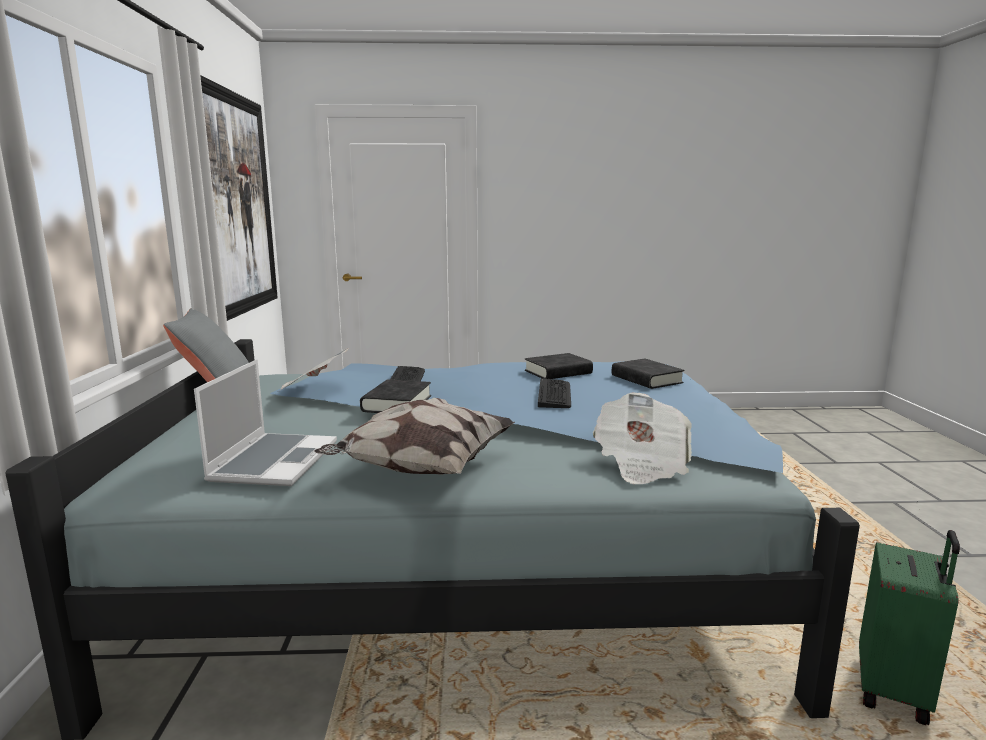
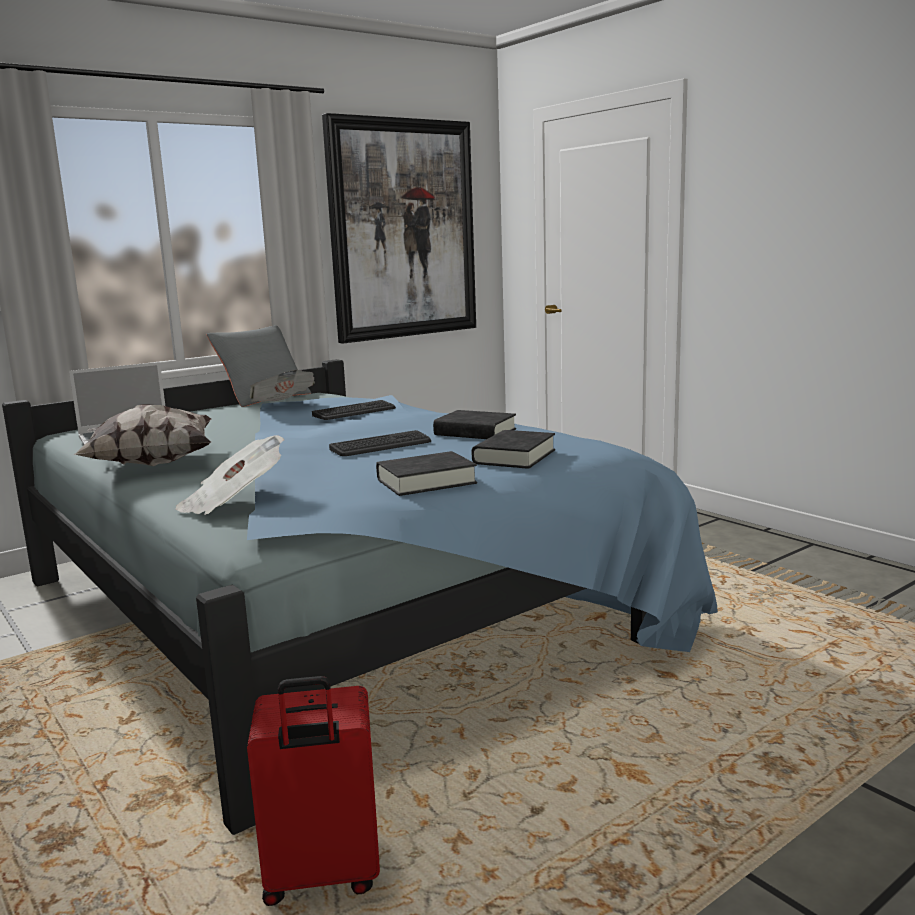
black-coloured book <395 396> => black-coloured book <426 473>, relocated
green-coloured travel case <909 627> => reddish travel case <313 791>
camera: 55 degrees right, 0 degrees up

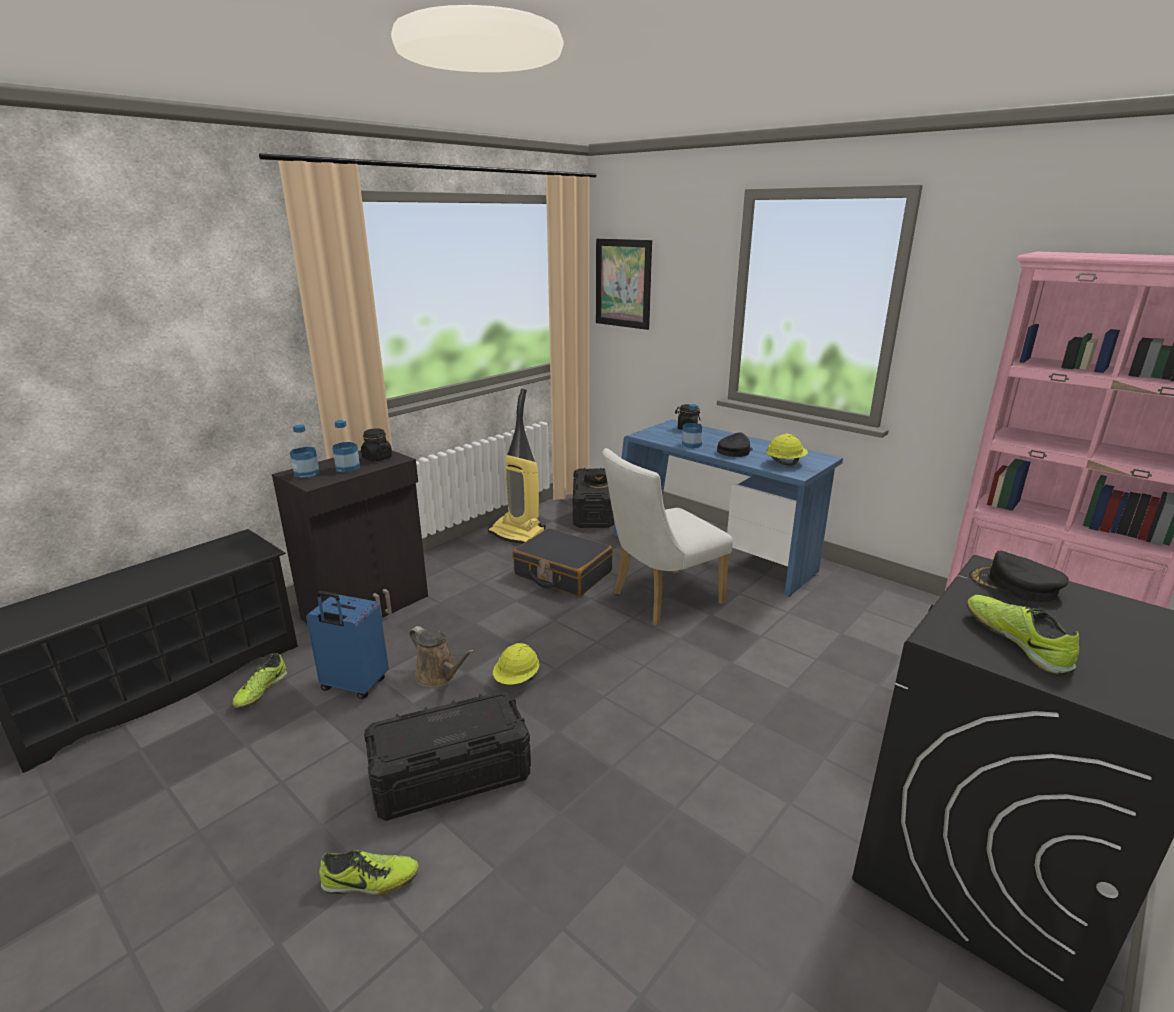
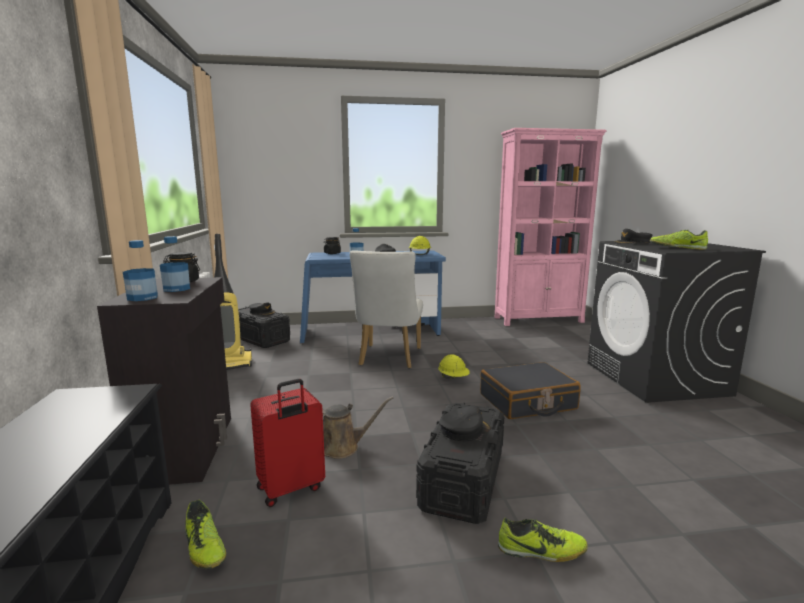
bluish travel case <347 645> => reddish travel case <287 443>
item of footwear <369 872> => item of footwear <543 540>, 60 degrees clockwise
yellowish safety helmet <516 664> => yellowish safety helmet <454 366>, relocated
black-coloured travel case <562 562> => black-coloured travel case <530 390>, relocated
picture <624 284> => nothing
nothing => black-coloured baseball cap <465 423>
camera: 50 degrees left, 10 degrees down

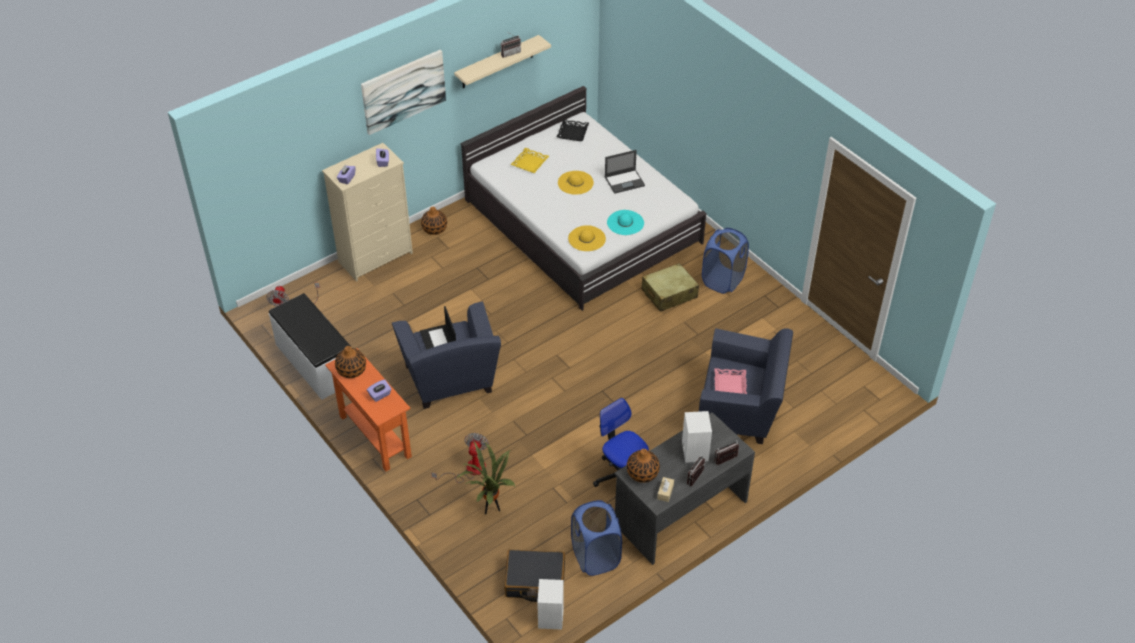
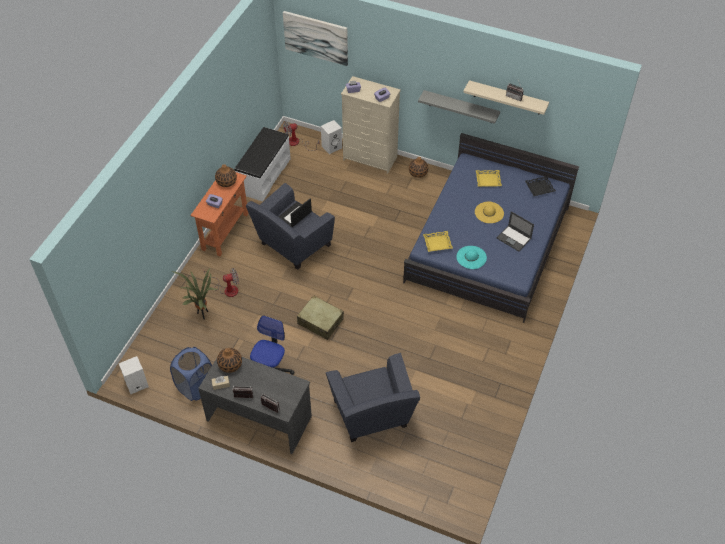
picture <403 92> => picture <315 38>, relocated
white sleeping bed <584 198> => bluish sleeping bed <491 228>
black-coloured travel case <535 575> => nothing
yellowish wearable hat <587 238> => yellowish tray <438 241>
beige-coloured travel case <670 287> => beige-coloured travel case <320 317>, relocated
white loudspeaker <697 437> => white loudspeaker <331 137>, relocated
bluish hamper <725 261> => nothing
pink tray <730 381> => nothing
nothing => greyish shelf <459 107>
camera: 60 degrees right, 5 degrees up

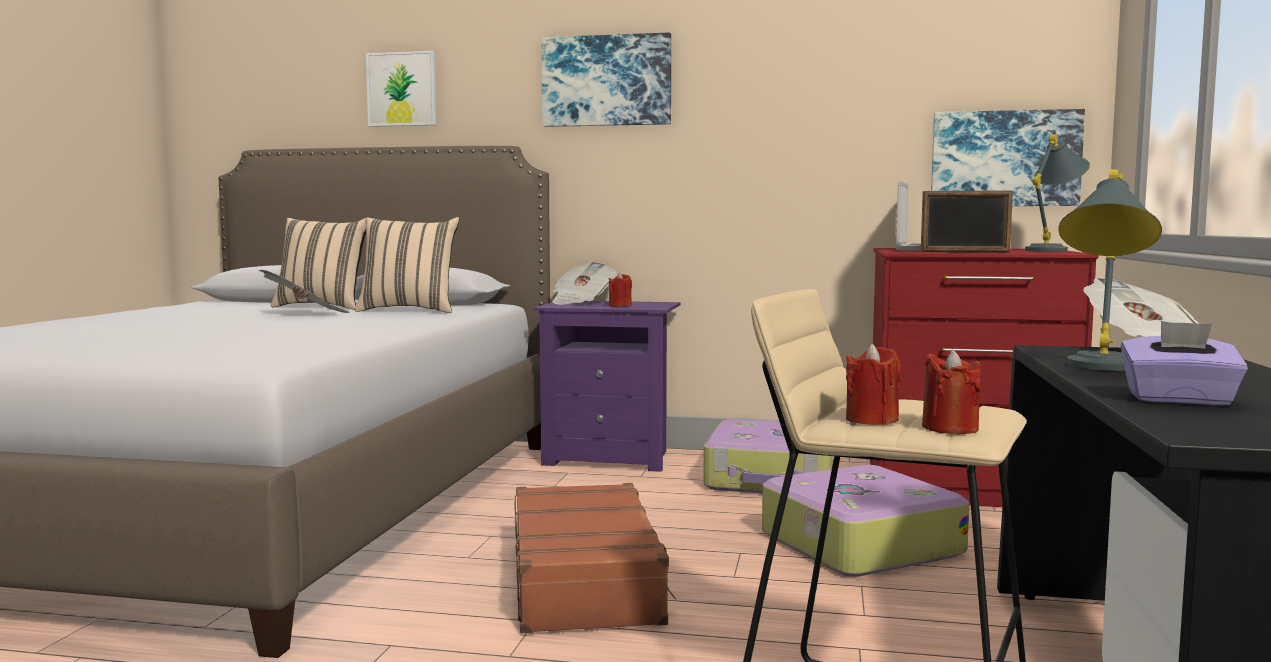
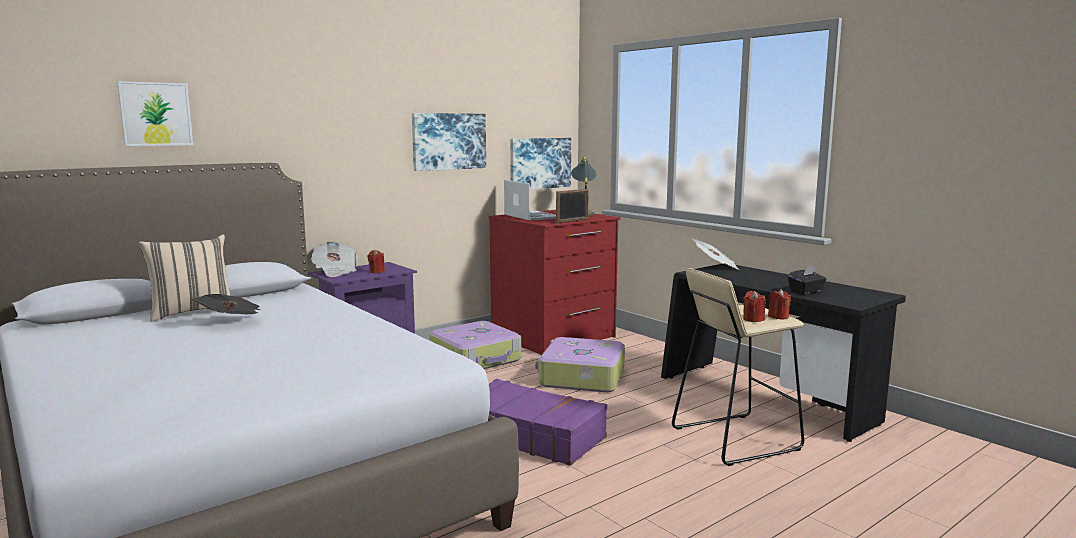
beige-coloured throw pillow <406 265> => nothing
brown-coloured travel case <595 558> => purple travel case <548 422>
picture <606 79> => picture <449 142>, relocated
greyish tabletop lamp <1110 270> => nothing
purple box of tissues <1184 363> => black-coloured box of tissues <807 280>
camera: 50 degrees left, 5 degrees up

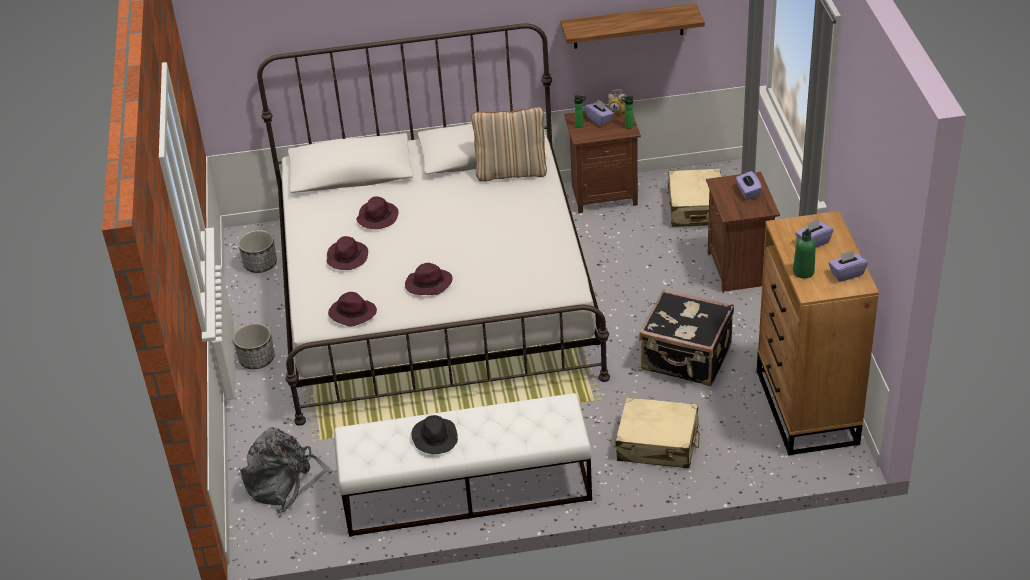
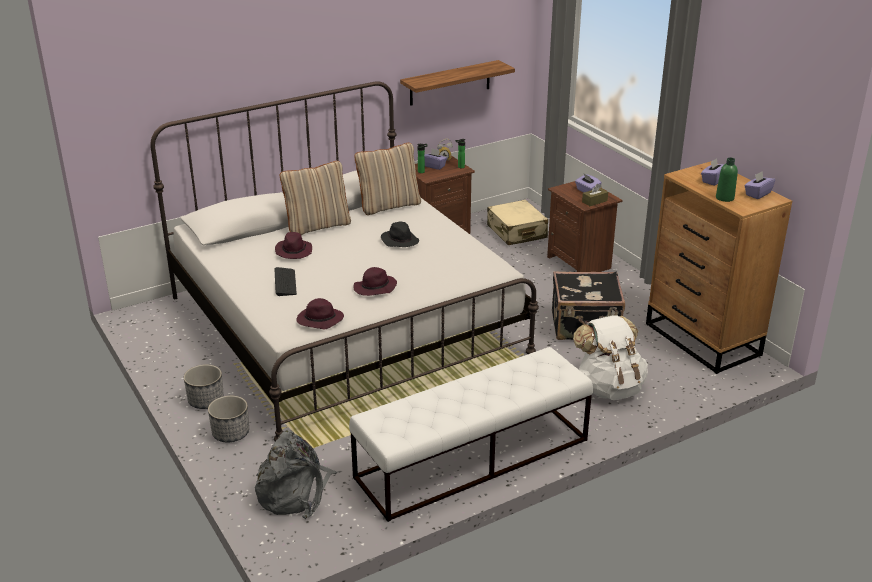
flower pot <257 251> => flower pot <228 418>, relocated
purple wearable hat <347 253> => PC keyboard <285 281>
black-coloured wearable hat <434 434> => black-coloured wearable hat <400 234>, relocated
beige-coloured travel case <657 432> => white rucksack <610 357>
nothing => beige-coloured throw pillow <315 198>
nothing => brown-coloured box of tissues <595 195>
camera: 25 degrees left, 10 degrees down

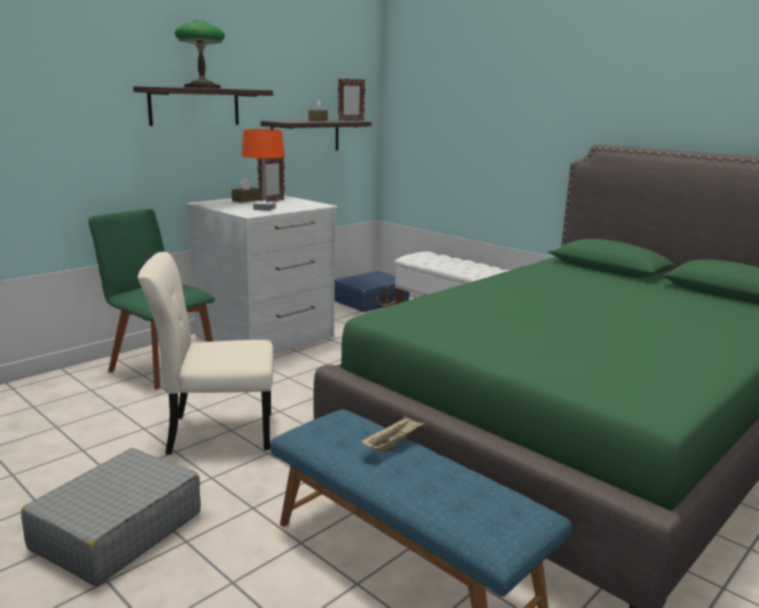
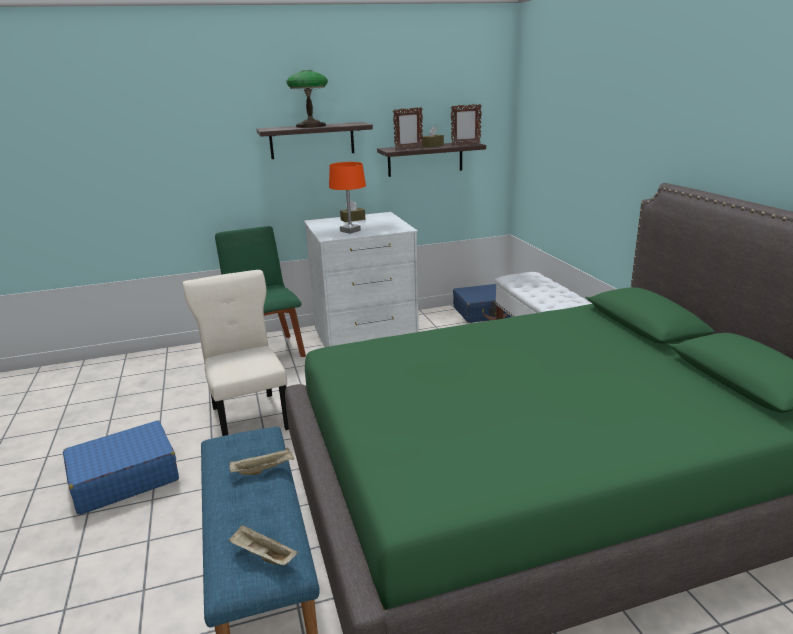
greyish travel case <111 517> => bluish travel case <121 468>
beige-coloured upright chair <206 353> => beige-coloured upright chair <236 353>, 45 degrees clockwise
picture frame <271 179> => picture frame <408 129>, relocated
nothing => beige-coloured tray <263 544>
camera: 30 degrees right, 5 degrees up

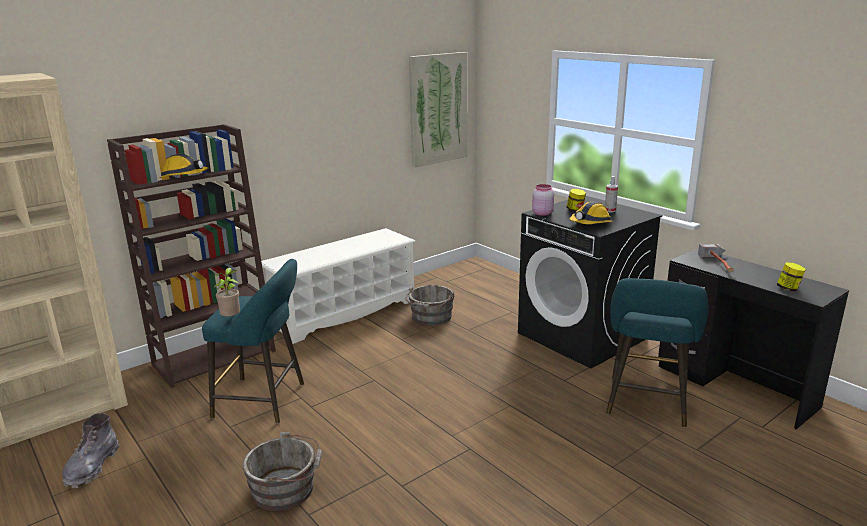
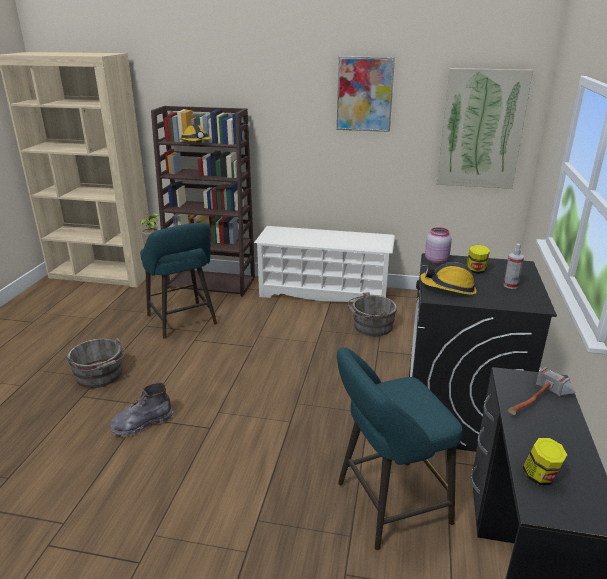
greyish tall boot <91 450> => greyish tall boot <141 410>, relocated
nothing => picture <366 94>
camera: 50 degrees right, 5 degrees up

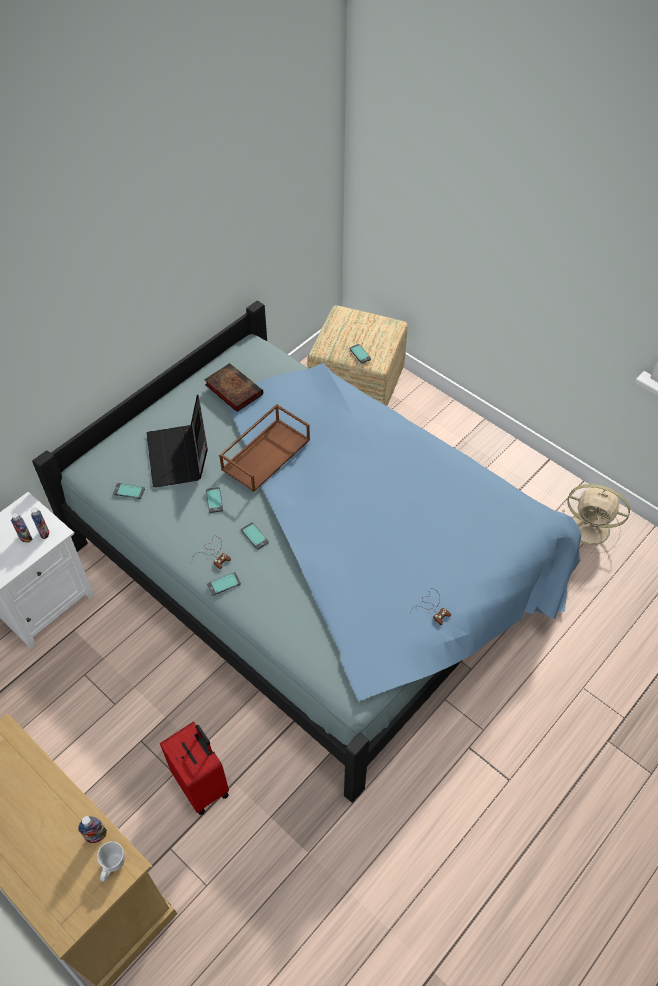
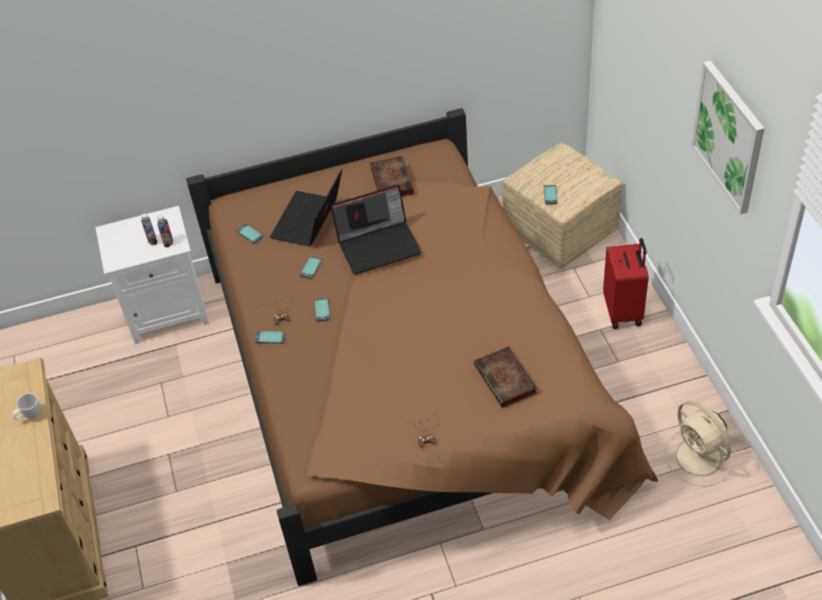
bluish sleeping bed <306 552> => brown-coloured sleeping bed <422 347>
beverage bottle <92 829> => nothing
white coffee mug <111 861> => white coffee mug <26 406>, relocated
reddish travel case <194 768> => reddish travel case <626 283>, relocated
brown-coloured tray <264 448> => portable computer <376 230>
nothing => book <505 377>
nothing => picture <728 138>
camera: 35 degrees right, 5 degrees down

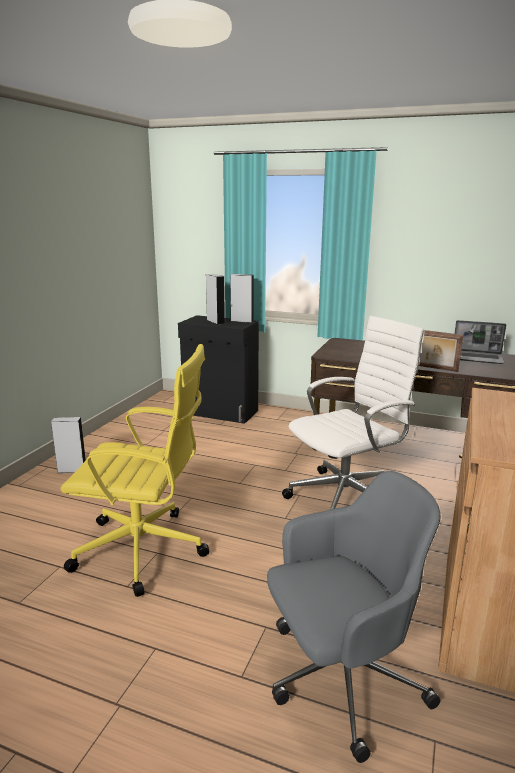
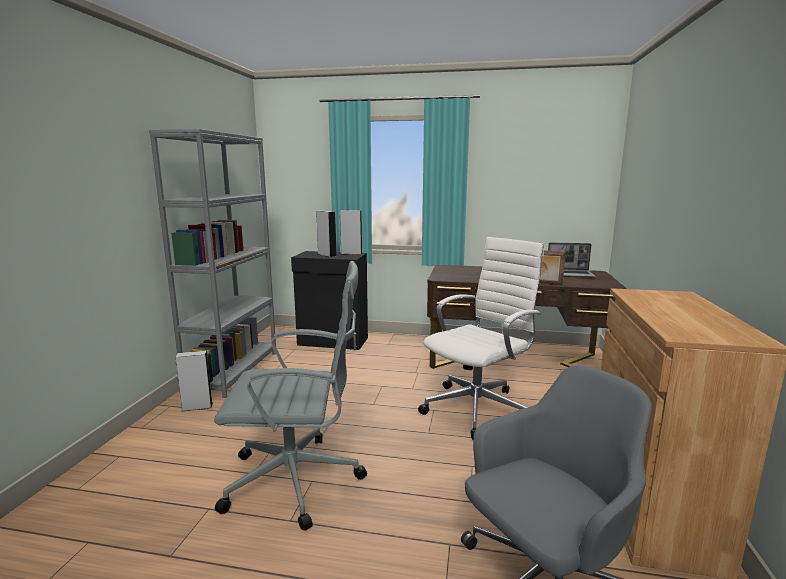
yellowish computer chair <135 470> => greyish computer chair <290 396>
nothing => greyish bookcase <212 263>
camera: 10 degrees left, 5 degrees down

